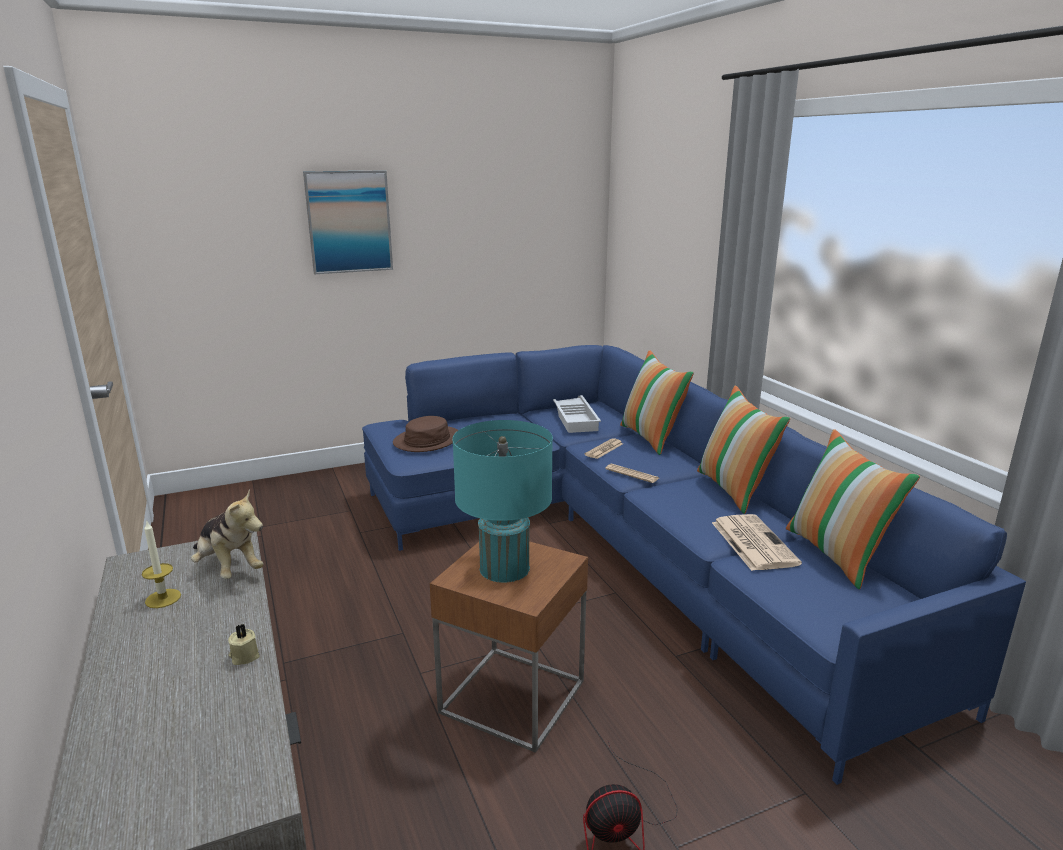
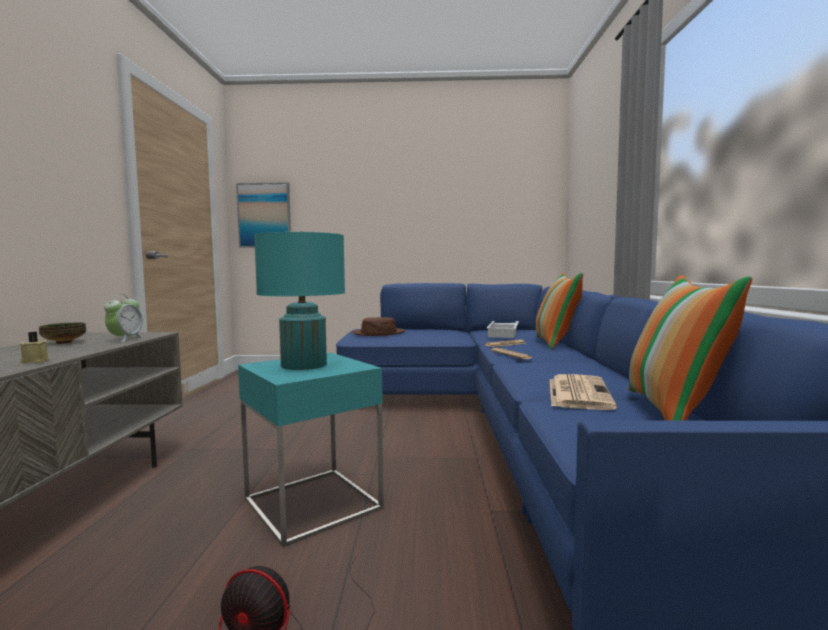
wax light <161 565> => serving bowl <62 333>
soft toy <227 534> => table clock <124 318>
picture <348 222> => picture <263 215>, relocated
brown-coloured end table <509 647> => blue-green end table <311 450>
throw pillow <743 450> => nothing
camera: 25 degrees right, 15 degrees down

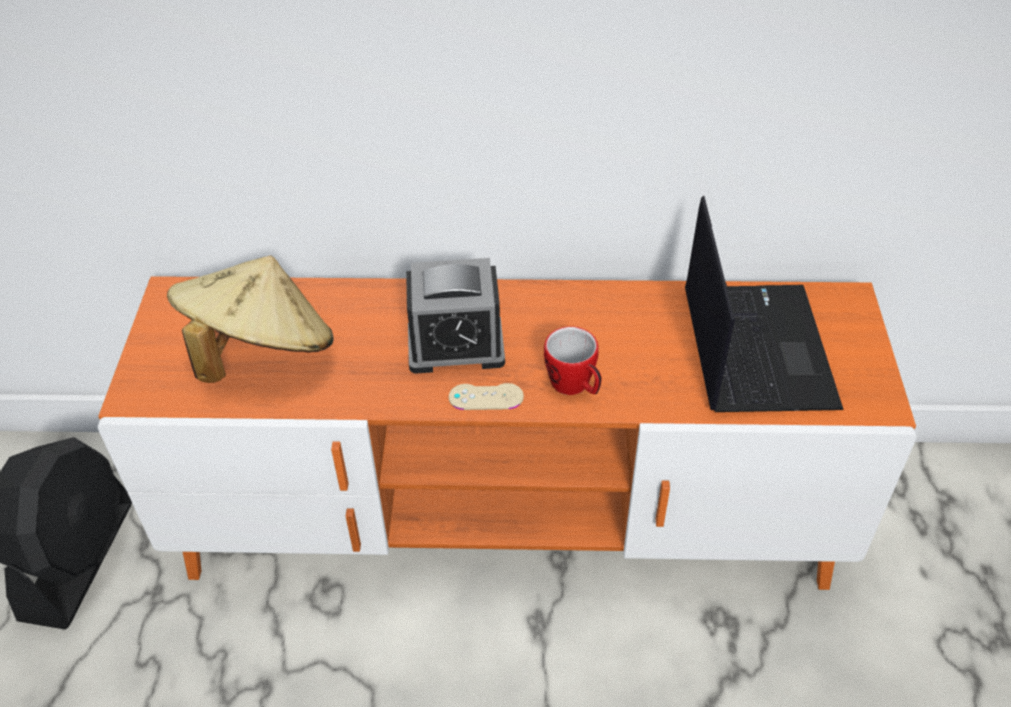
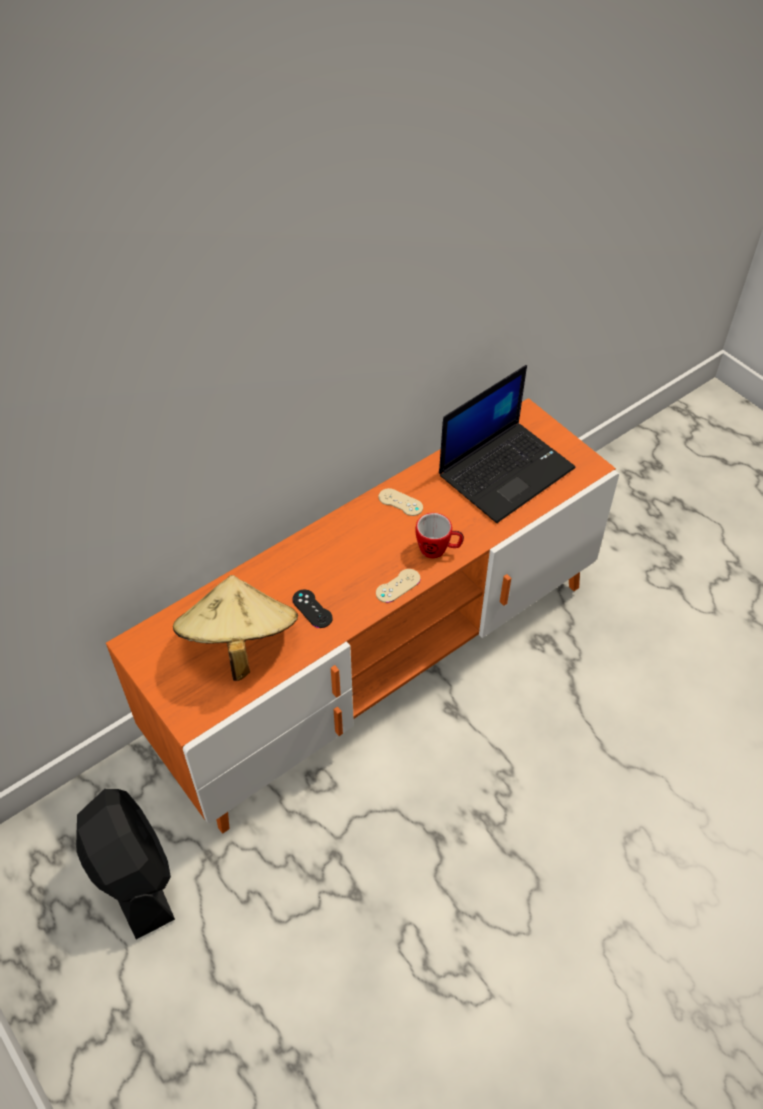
table clock <455 316> => nothing
portable computer <764 304> => portable computer <507 444>, 90 degrees clockwise
nothing => black-coloured game controller <312 609>
nothing => beige-coloured game controller <400 502>
camera: 40 degrees left, 5 degrees up

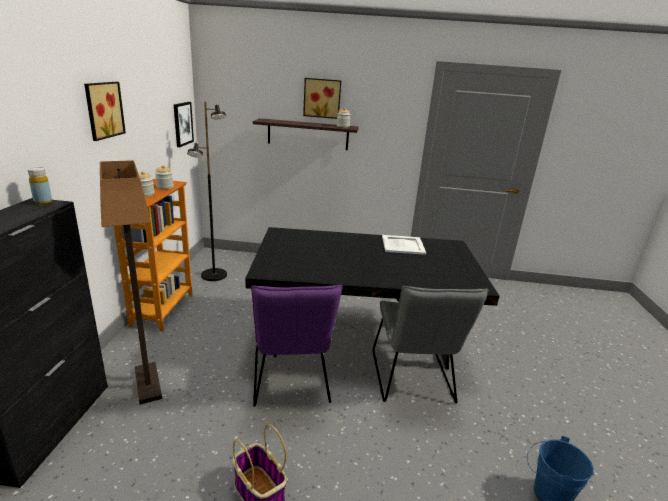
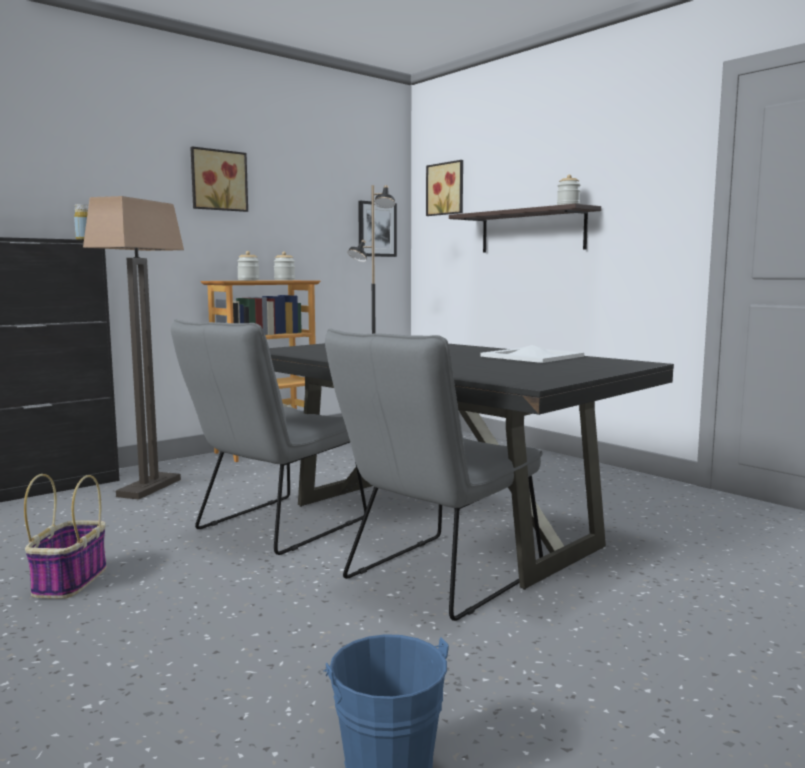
purple upright chair <297 346> => greyish upright chair <269 437>
picture <322 98> => picture <444 188>, relocated
camera: 45 degrees right, 15 degrees down

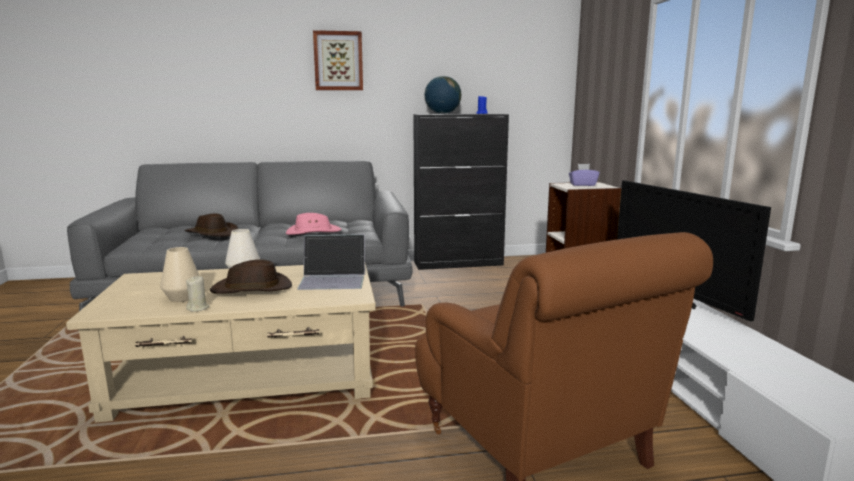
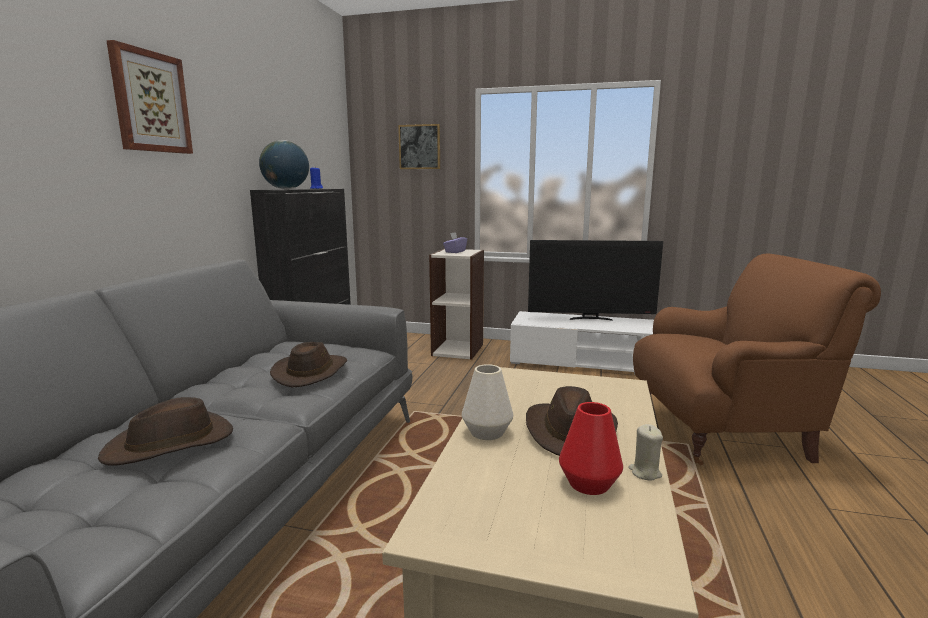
beige-coloured decorative vase <179 274> => reddish decorative vase <591 448>
pink wearable hat <314 224> => brown-coloured wearable hat <308 364>
portable computer <331 262> => nothing
nothing => picture <419 146>
camera: 65 degrees left, 0 degrees up

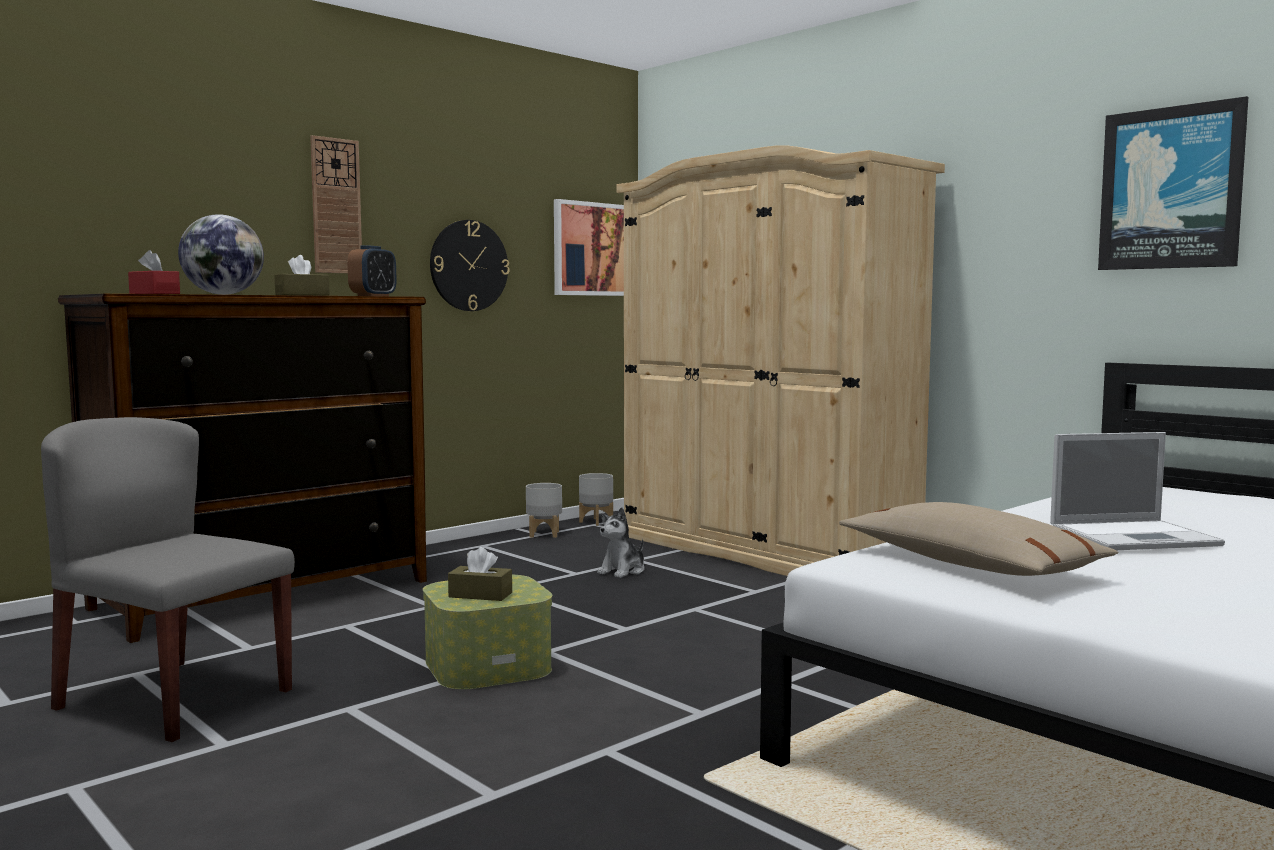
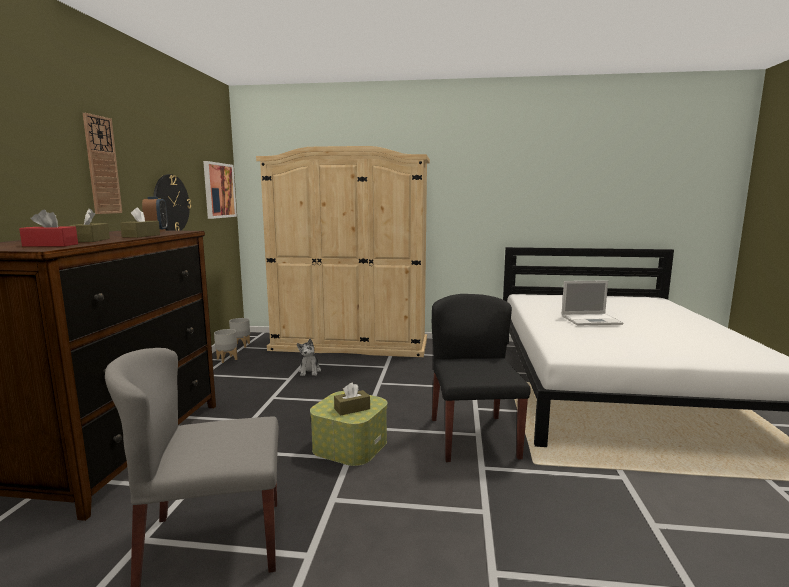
desk globe <221 254> => brown-coloured box of tissues <90 225>
beige-coloured throw pillow <979 539> => nothing
portable computer <1137 491> => portable computer <592 303>, 45 degrees clockwise
picture <1173 183> => nothing
nothing => black-coloured upright chair <481 378>
camera: 40 degrees left, 5 degrees up

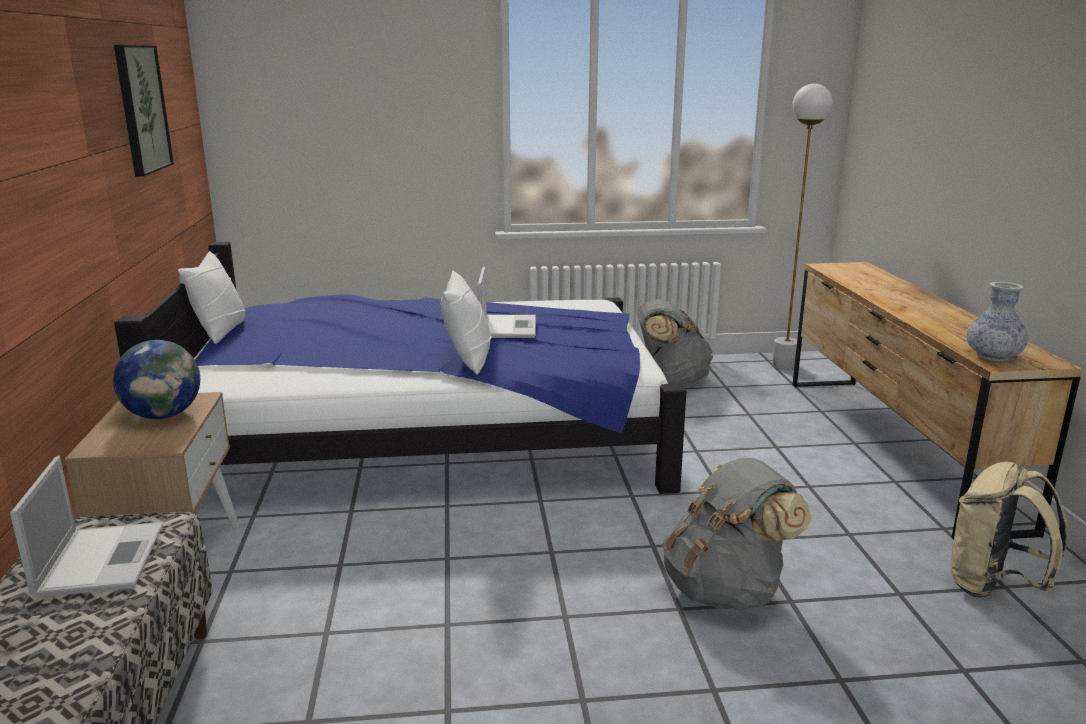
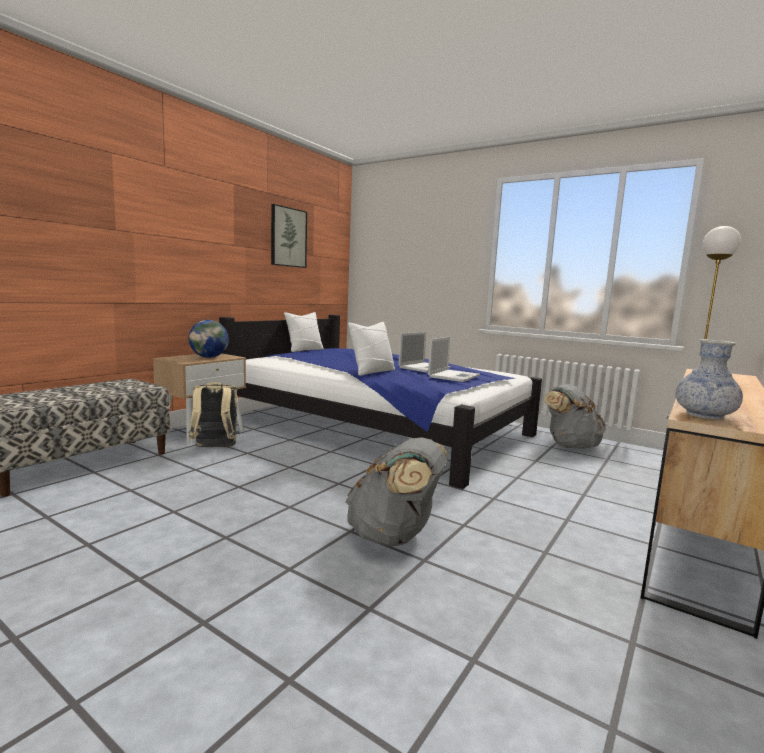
portable computer <86 527> => portable computer <454 359>, relocated
beige-coloured rucksack <1010 530> => beige-coloured rucksack <214 414>, relocated
camera: 40 degrees right, 10 degrees down

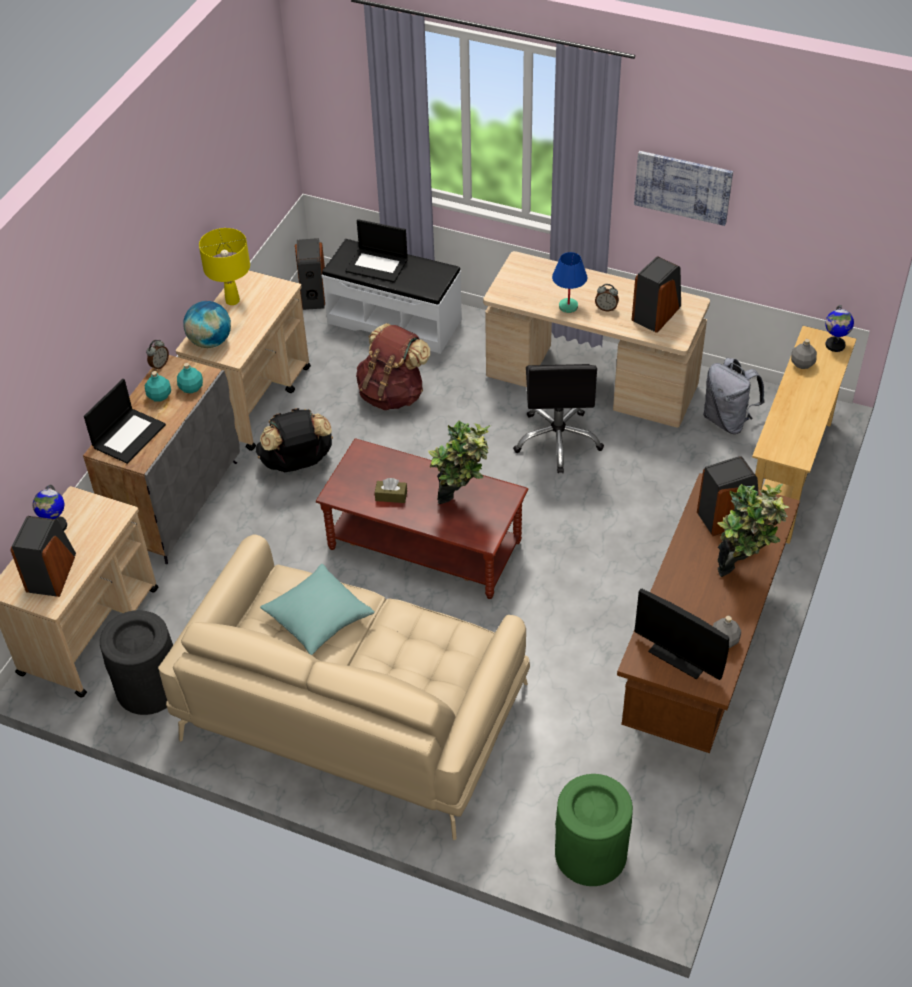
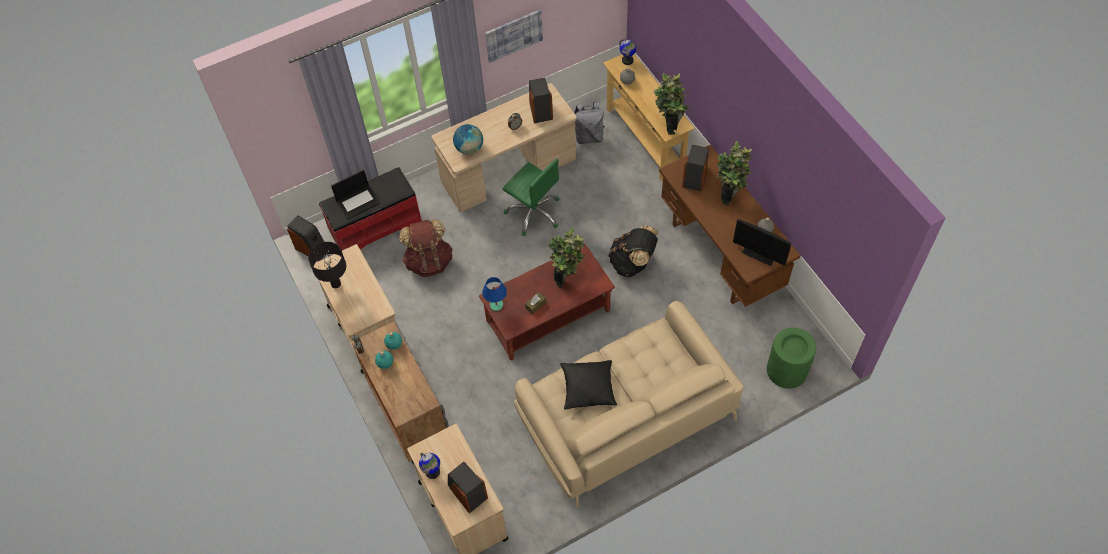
portable computer <125 421> => nothing
black-coloured trash can <136 662> => nothing
desk globe <207 324> => desk globe <468 139>, relocated
yellowish tabletop lamp <224 266> => black-coloured tabletop lamp <327 265>
black-coloured rucksack <294 440> => black-coloured rucksack <633 251>, relocated
blue-green throw pillow <317 609> => black-coloured throw pillow <588 385>
white bench <391 296> => reddish bench <370 208>
black-coloured computer chair <558 418> => green-coloured computer chair <530 197>
bluish tabletop lamp <569 282> => bluish tabletop lamp <494 294>, relocated
monitor <681 634> => monitor <762 242>, 45 degrees clockwise
nothing => plant in a pot <671 104>
camera: 50 degrees left, 10 degrees up

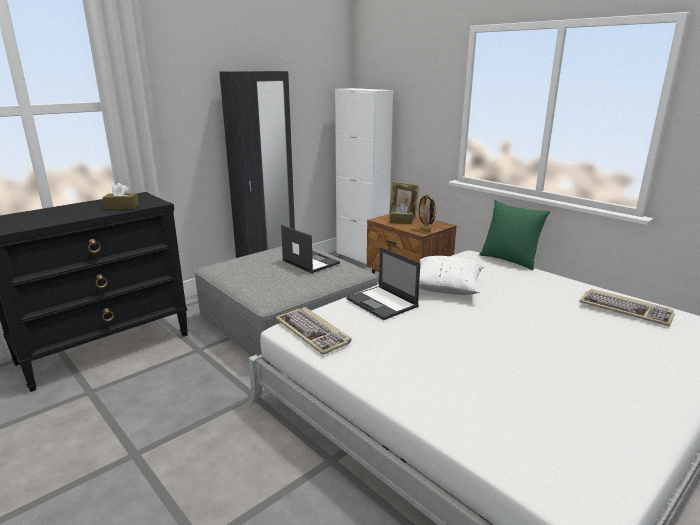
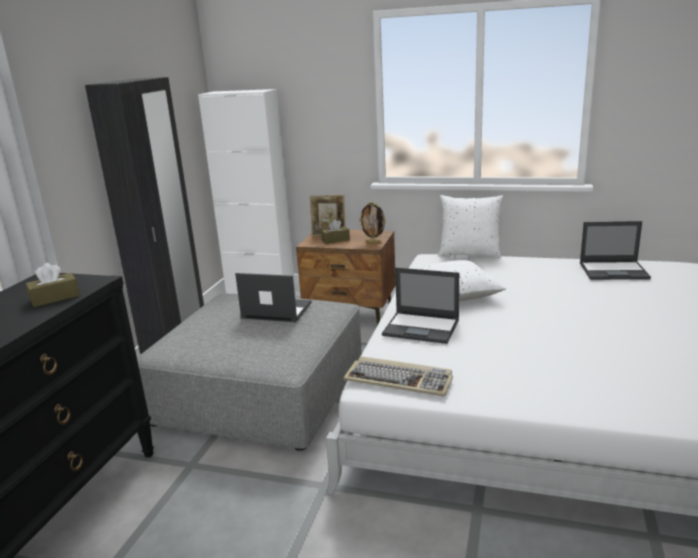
green-coloured throw pillow <514 235> => white throw pillow <470 226>
PC keyboard <627 307> => portable computer <615 250>
camera: 30 degrees left, 0 degrees up

